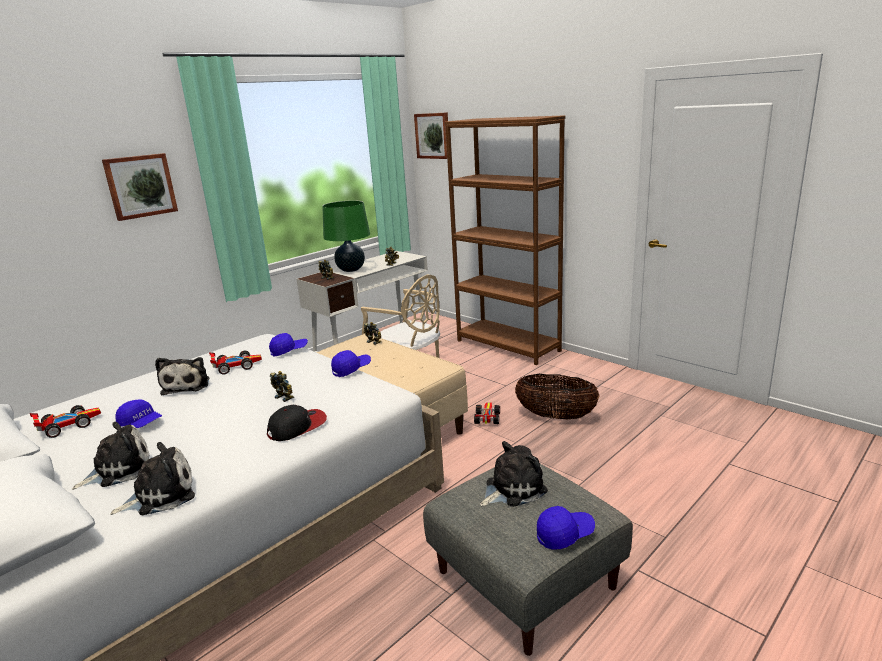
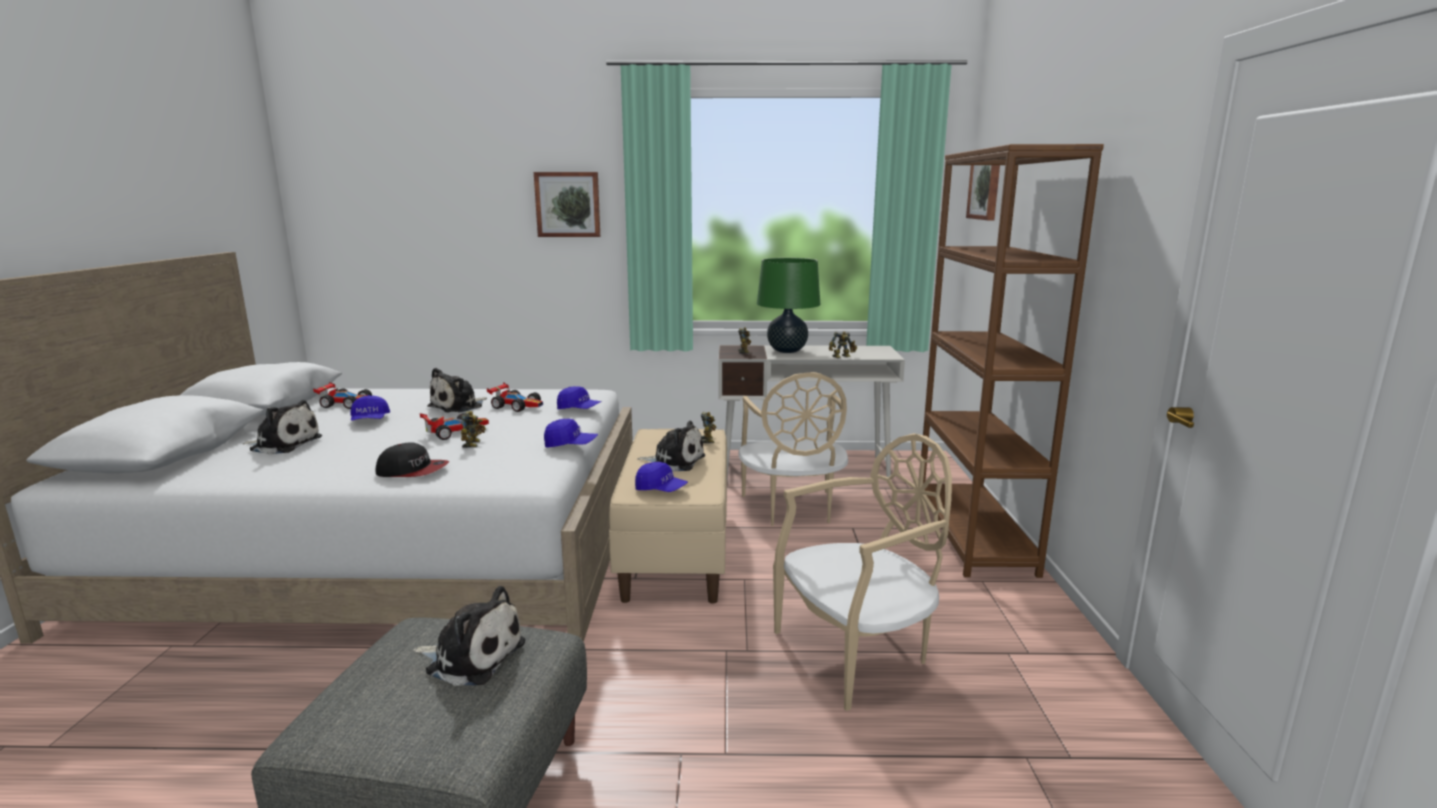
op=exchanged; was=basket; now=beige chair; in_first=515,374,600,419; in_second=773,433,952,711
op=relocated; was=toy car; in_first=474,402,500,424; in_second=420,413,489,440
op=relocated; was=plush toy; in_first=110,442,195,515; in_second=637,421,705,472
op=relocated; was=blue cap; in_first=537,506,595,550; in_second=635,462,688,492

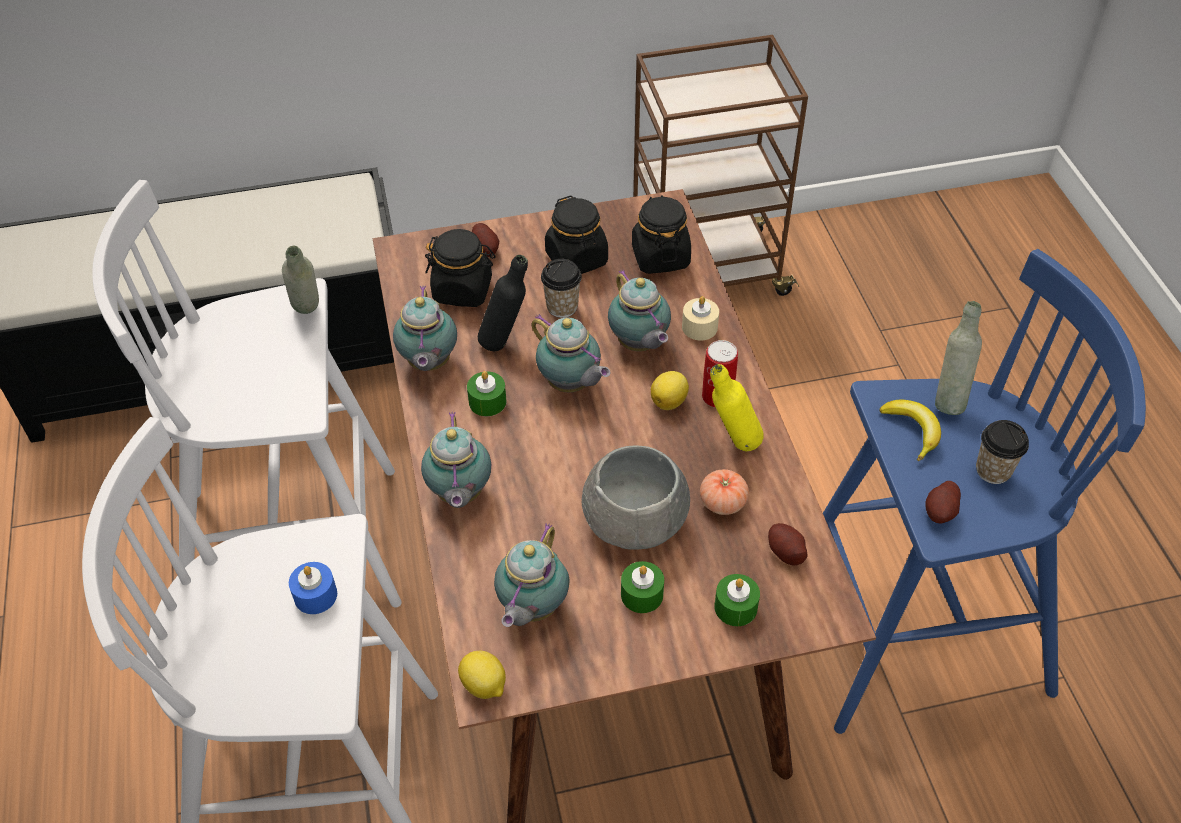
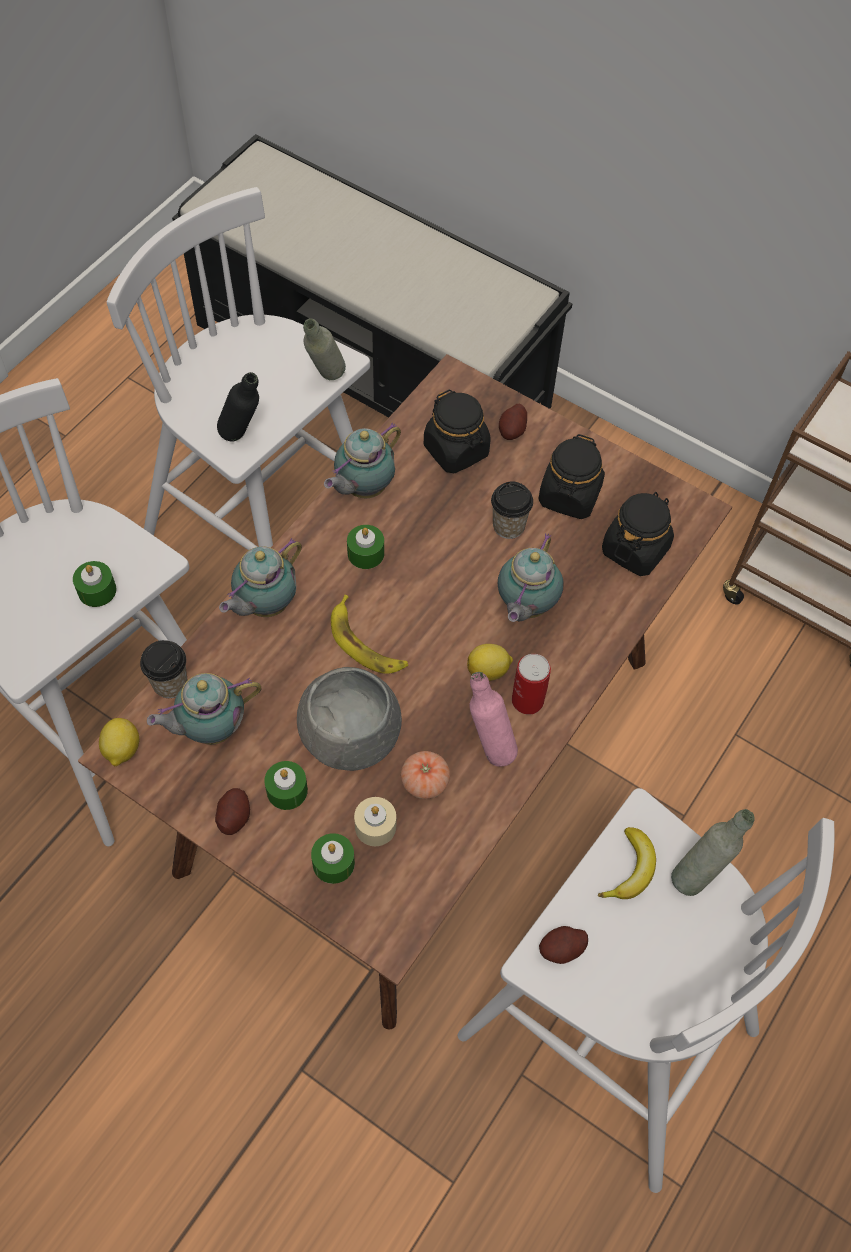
op=colour; was=blue stool; now=white stool; in_first=823,249,1146,734; in_second=458,788,834,1193
op=relocated; was=black bottle; in_first=478,255,528,351; in_second=217,372,259,442
op=relocated; was=beige candle; in_first=682,296,719,341; in_second=354,797,396,846
op=missing; was=teapot; in_first=531,314,610,392
op=colour; was=yellow bottle; now=pink bottle; in_first=710,364,764,451; in_second=470,672,518,767
op=relocated; was=cup; in_first=976,420,1029,484; in_second=140,640,188,698
op=relocated; was=potato; in_first=768,523,808,565; in_second=215,788,250,835
op=colour; was=blue candle; now=green candle; in_first=289,562,337,614; in_second=73,561,117,607
op=appeared; now=banana; in_second=331,595,408,674

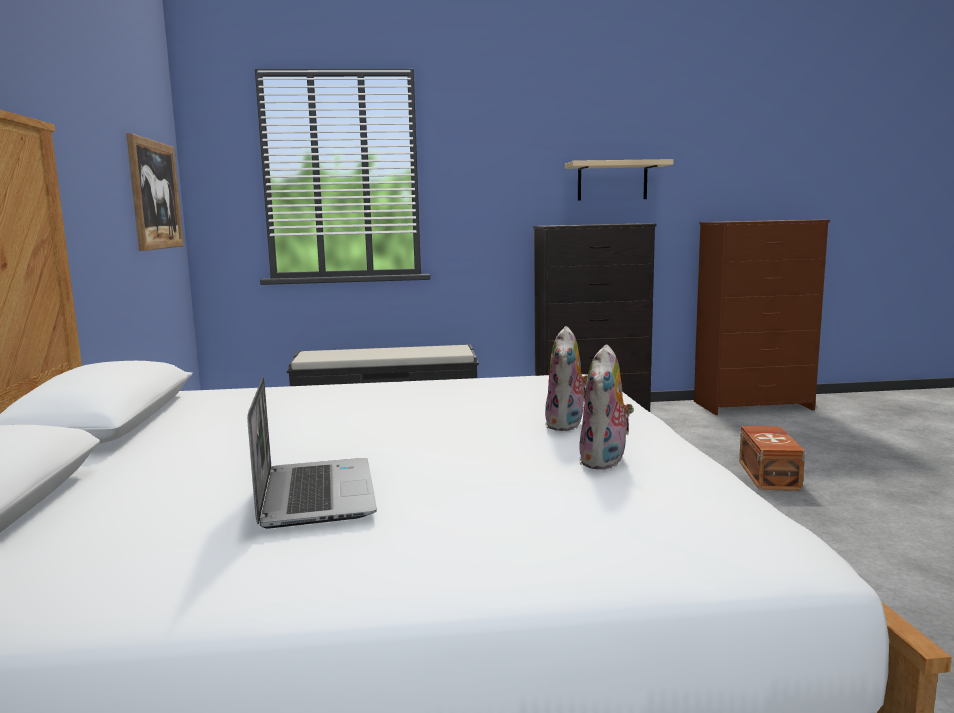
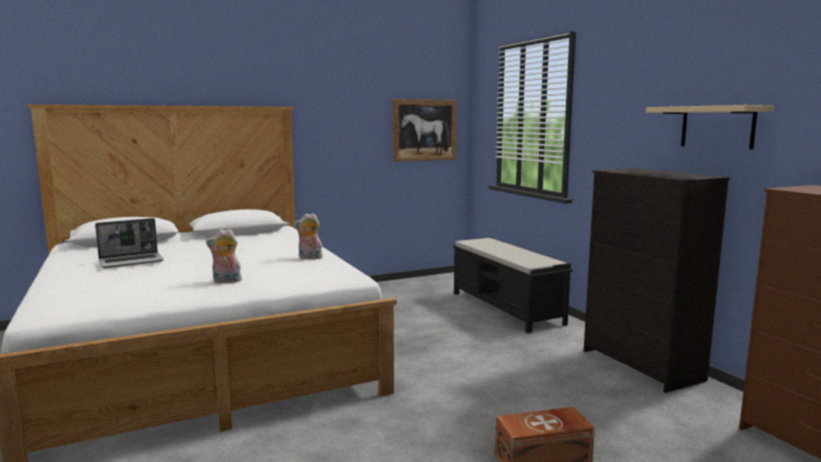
op=relocated; was=plush toy; in_first=579,344,634,470; in_second=294,213,325,259

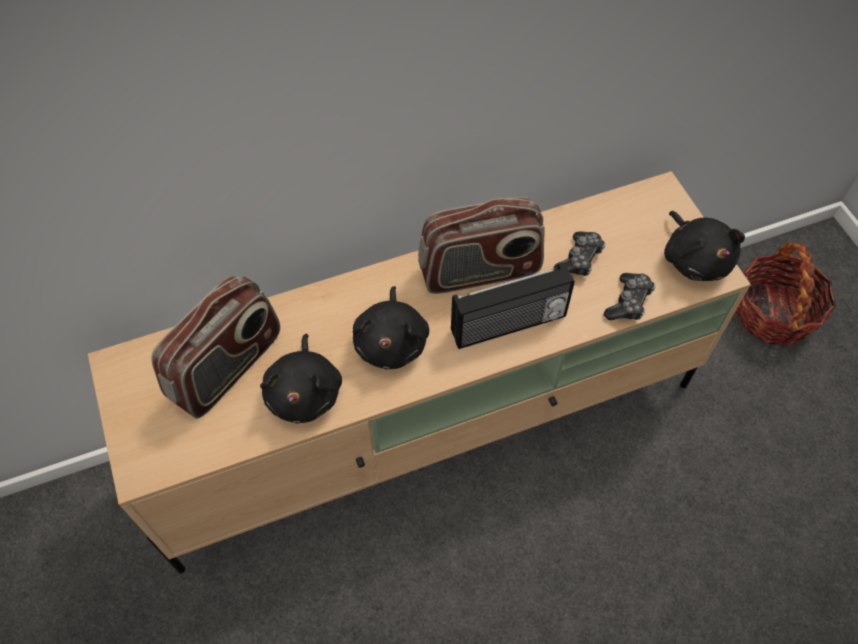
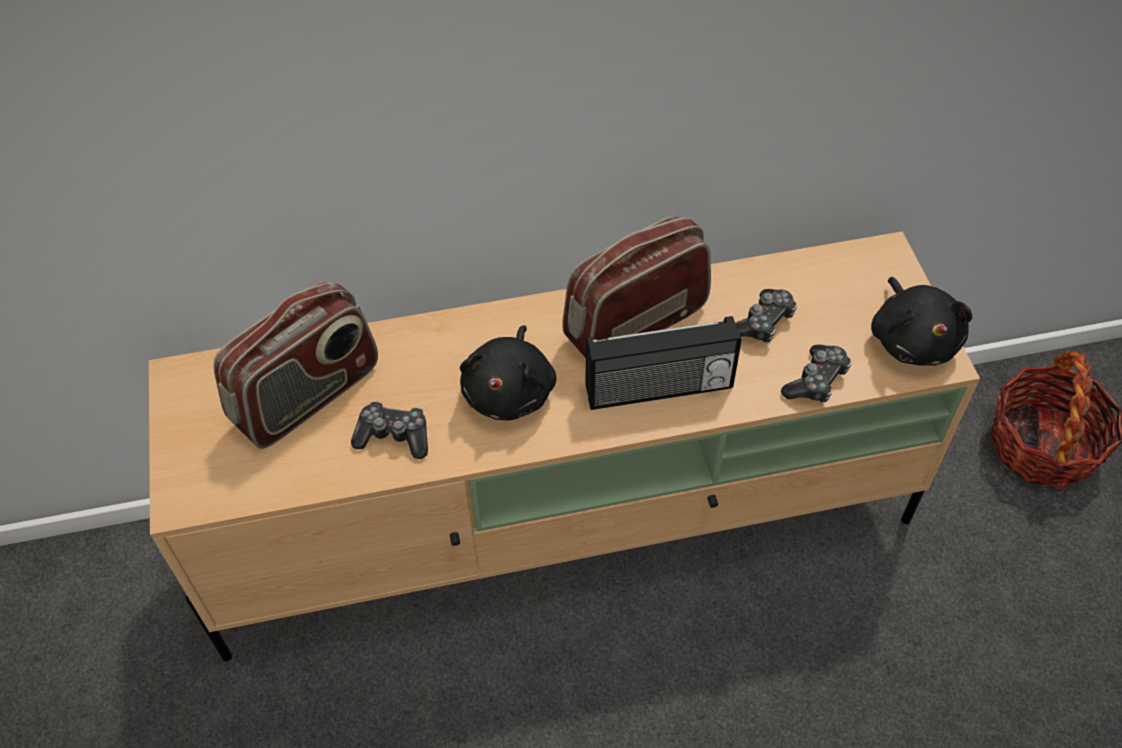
op=spun; was=radio; in_first=418,197,544,294; in_second=562,215,711,358; clockwise=150
op=exchanged; was=black plush toy; now=game controller; in_first=260,334,342,424; in_second=351,401,428,459

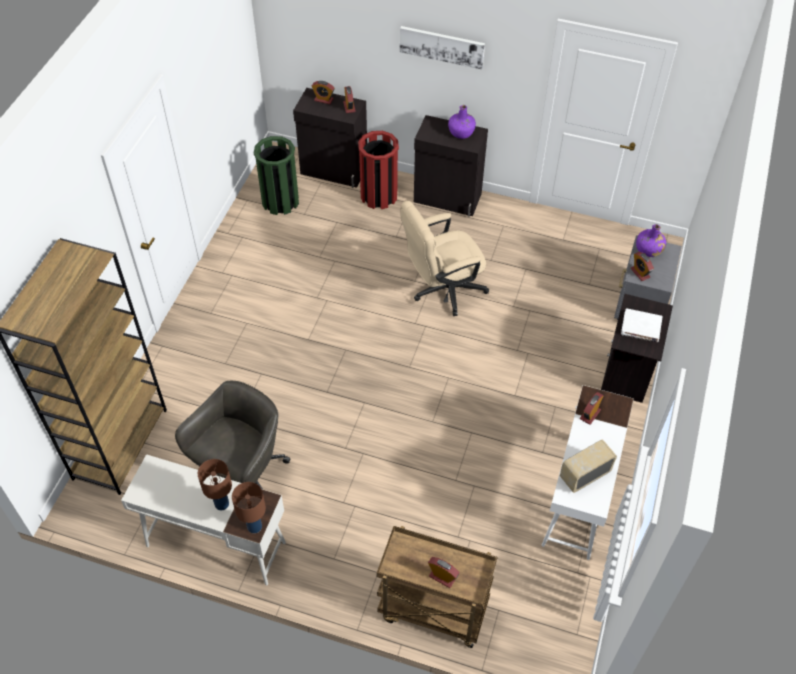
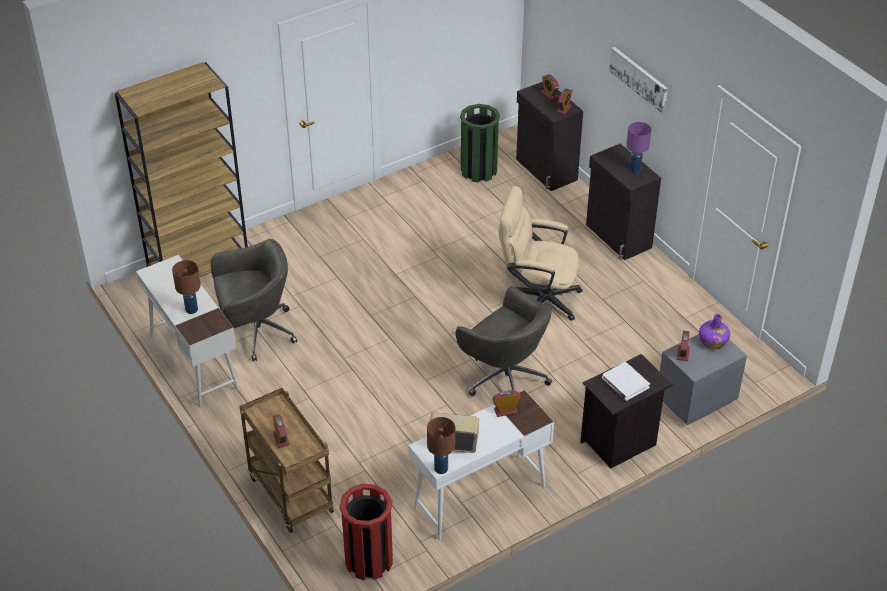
op=exchanged; was=purple bottle; now=purple table lamp; in_first=448,105,476,139; in_second=626,122,651,173
op=relocated; was=red trash can; in_first=358,131,399,209; in_second=339,484,393,580
op=relocated; was=brown table lamp; in_first=232,482,266,533; in_second=427,417,455,474
op=appeared; now=grey office chair; in_second=456,287,552,397

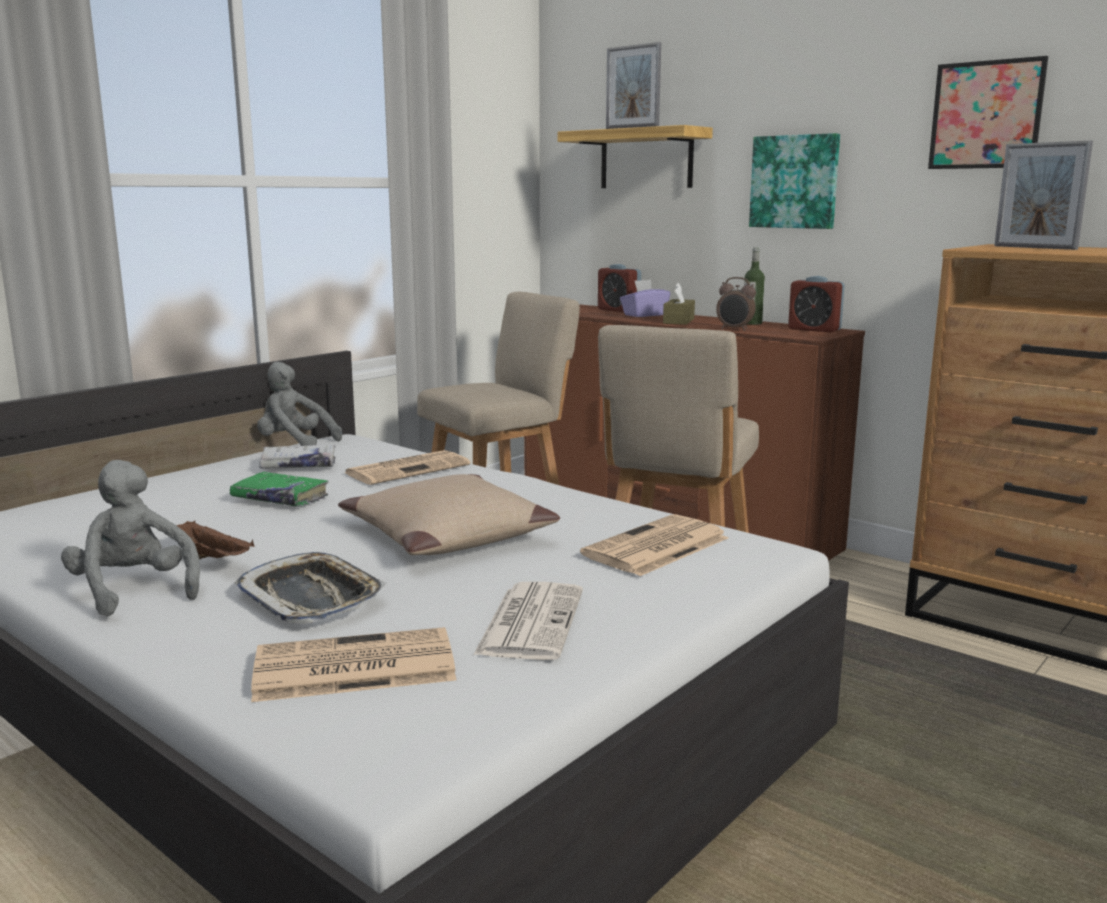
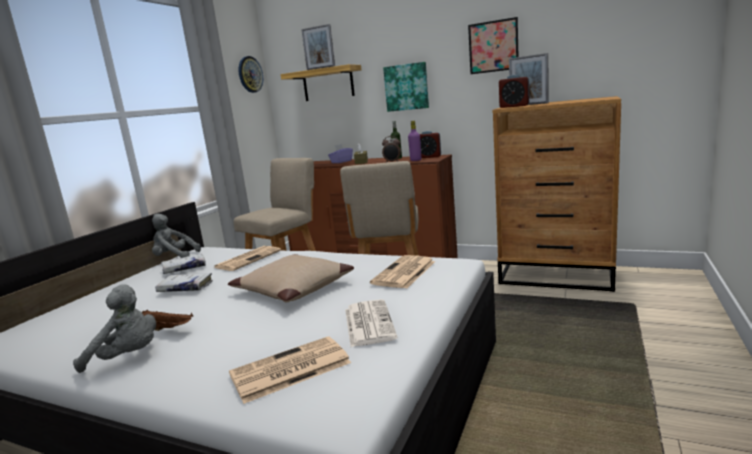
op=relocated; was=alarm clock; in_first=598,264,641,312; in_second=499,75,529,108
op=spun; was=grey plush toy; in_first=61,460,200,616; in_second=73,284,156,373; clockwise=150
op=colour; was=green book; now=white book; in_first=230,472,329,507; in_second=155,273,213,292
op=missing; was=tray; in_first=235,552,386,624
op=appeared; now=wall clock; in_second=238,56,263,93
op=appeared; now=purple bottle; in_second=408,121,421,161

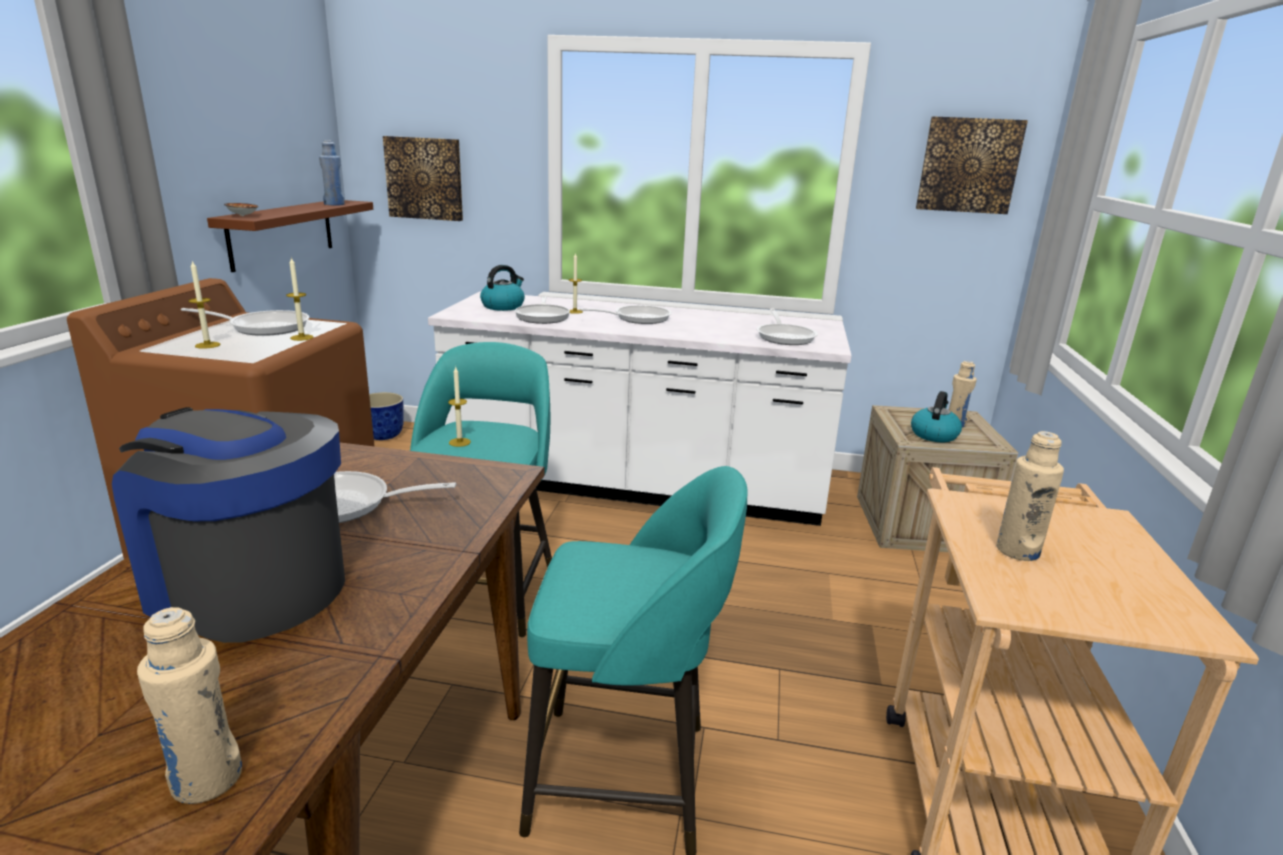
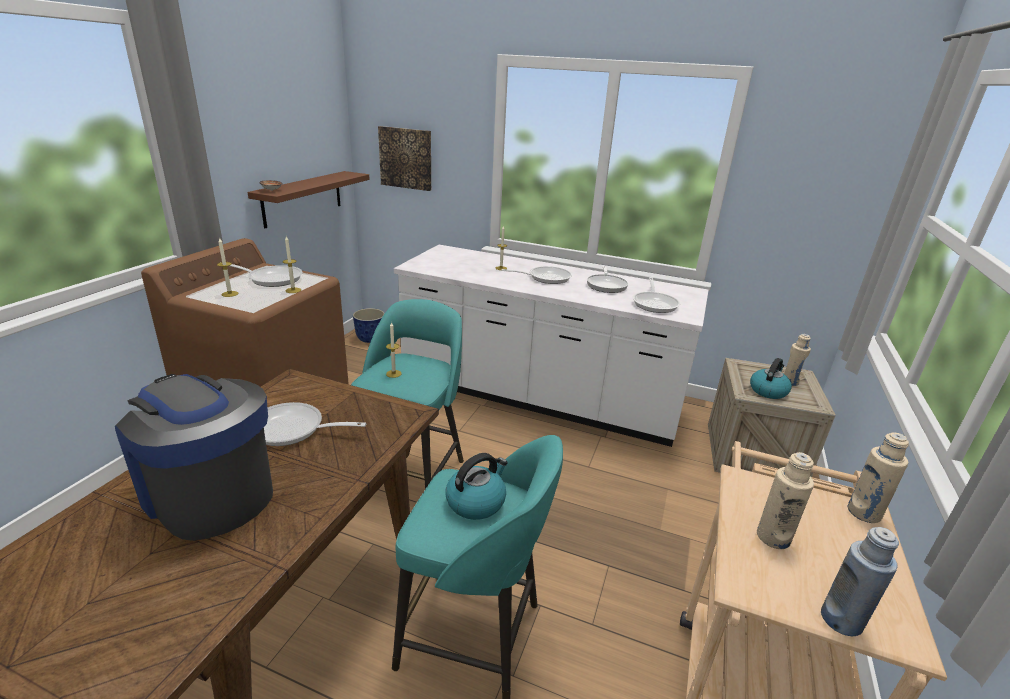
op=missing; was=picture; in_first=916,117,1028,214
op=relocated; was=blue bottle; in_first=319,140,345,206; in_second=821,527,899,636
op=relocated; was=kettle; in_first=480,265,525,311; in_second=446,453,507,520
op=relocated; was=frying pan; in_first=515,297,570,324; in_second=587,266,628,293
op=relocated; was=beige bottle; in_first=137,607,242,804; in_second=847,432,909,523

